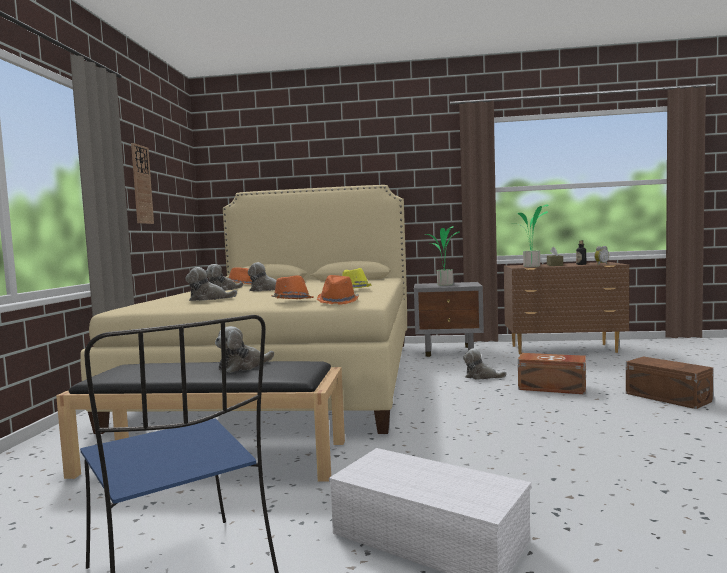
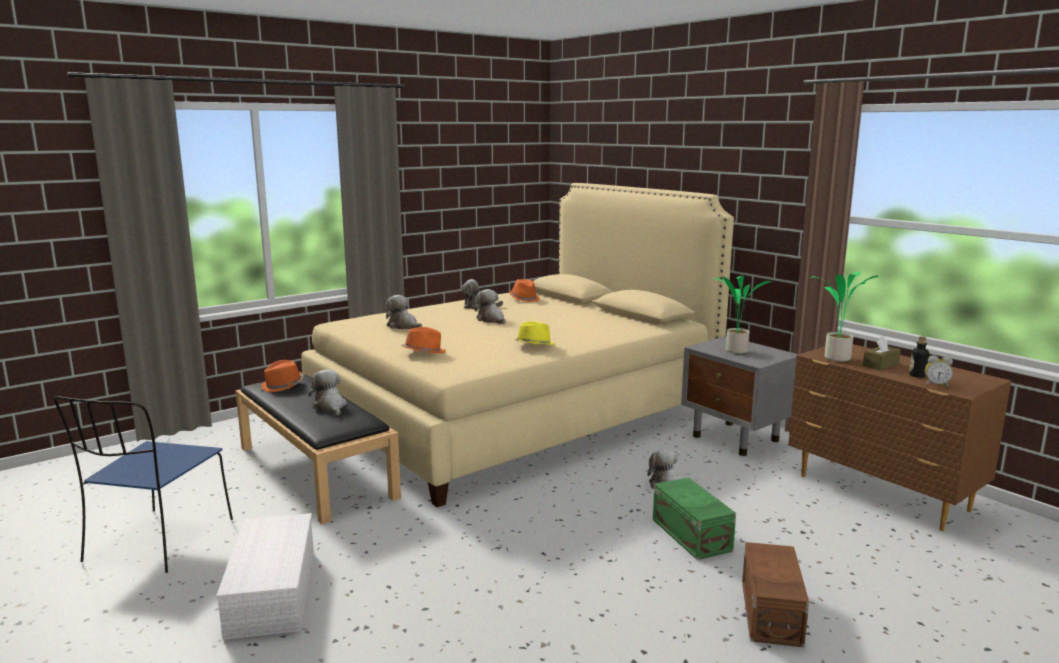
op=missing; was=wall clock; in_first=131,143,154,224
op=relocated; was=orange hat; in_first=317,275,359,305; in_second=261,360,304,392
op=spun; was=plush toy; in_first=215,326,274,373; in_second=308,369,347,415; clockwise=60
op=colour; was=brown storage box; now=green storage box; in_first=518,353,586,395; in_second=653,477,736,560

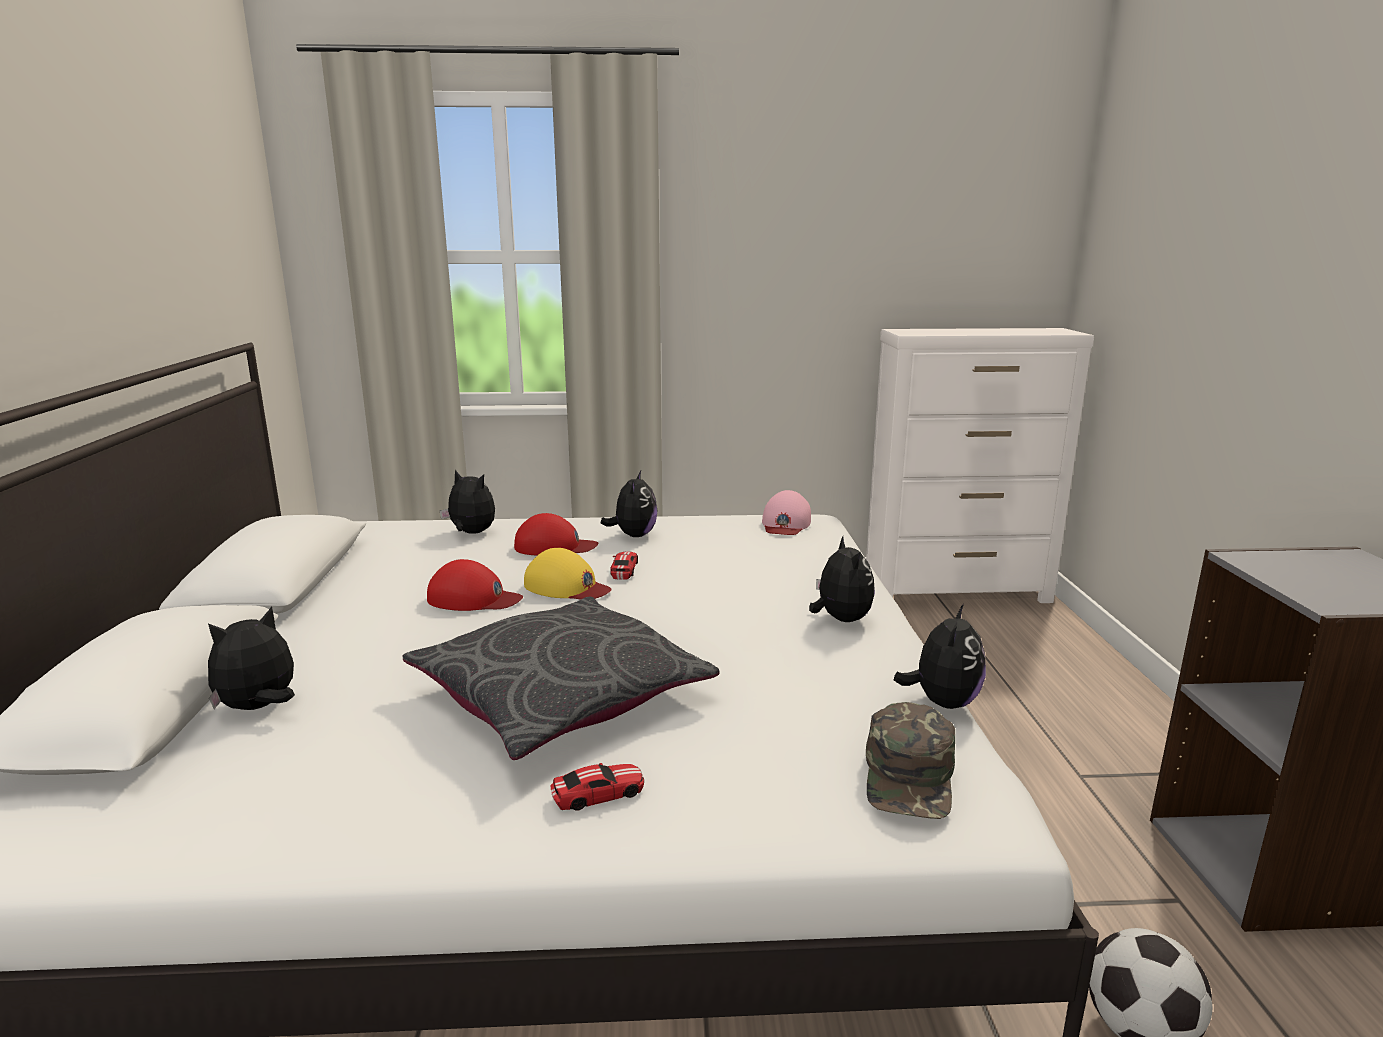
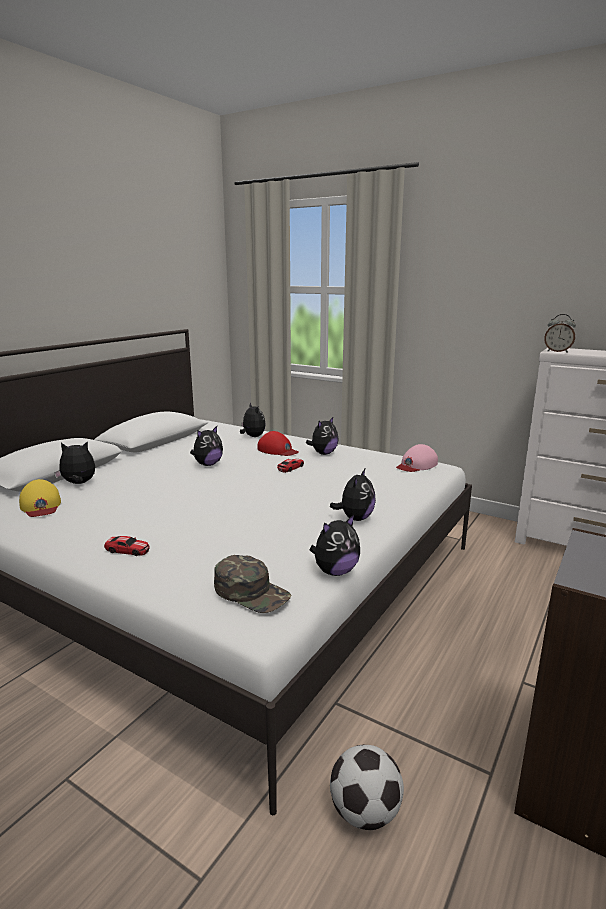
op=relocated; was=yellow cap; in_first=524,548,612,599; in_second=19,479,61,517
op=exchanged; was=red cap; now=plush toy; in_first=427,559,523,611; in_second=190,426,223,466
op=missing; was=grey pillow; in_first=403,596,720,760
op=spun; was=green cap; in_first=866,702,955,819; in_second=214,555,291,613; clockwise=-105
op=appeared; now=alarm clock; in_second=544,314,576,353

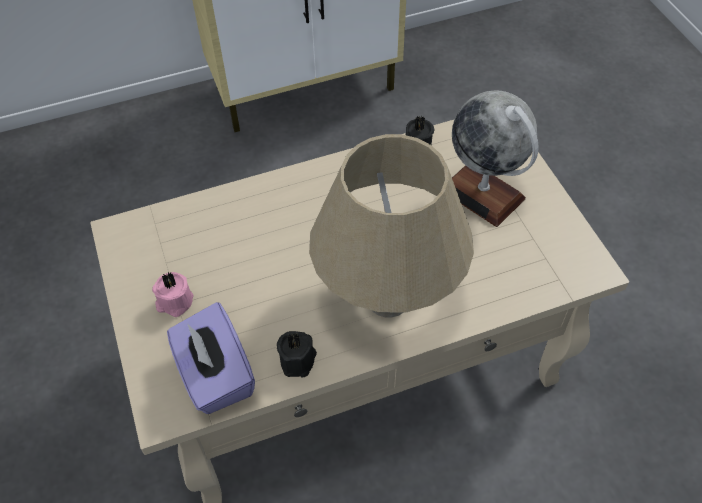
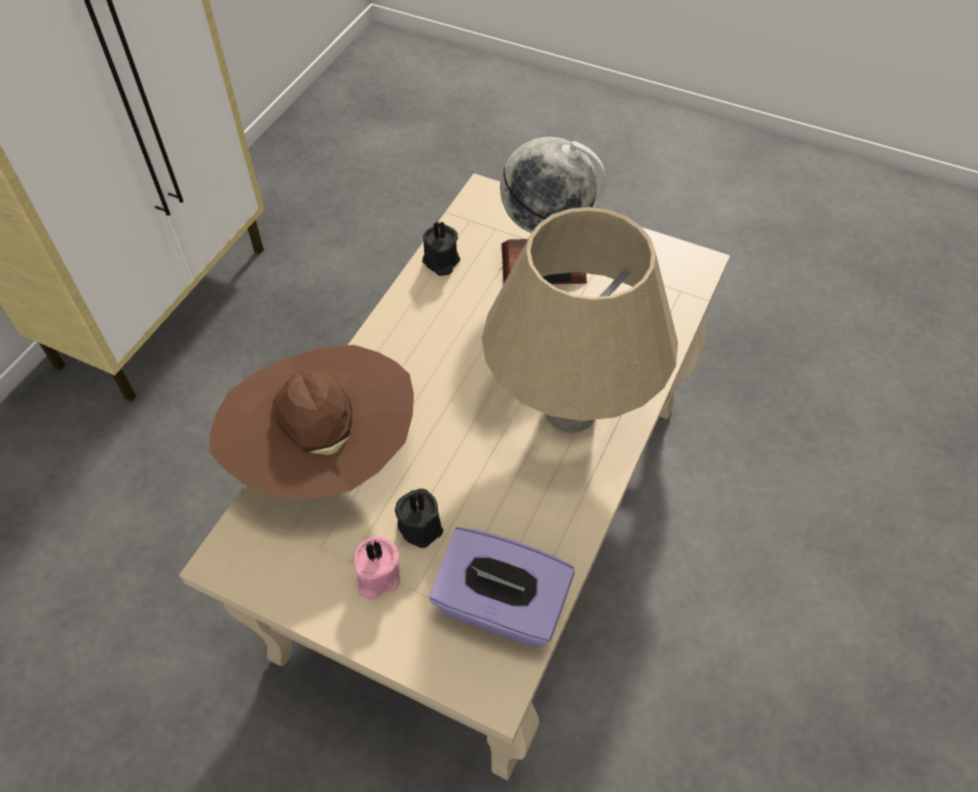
op=relocated; was=black candle; in_first=277,331,317,377; in_second=395,489,443,548
op=appeared; now=brown hat; in_second=209,345,414,499

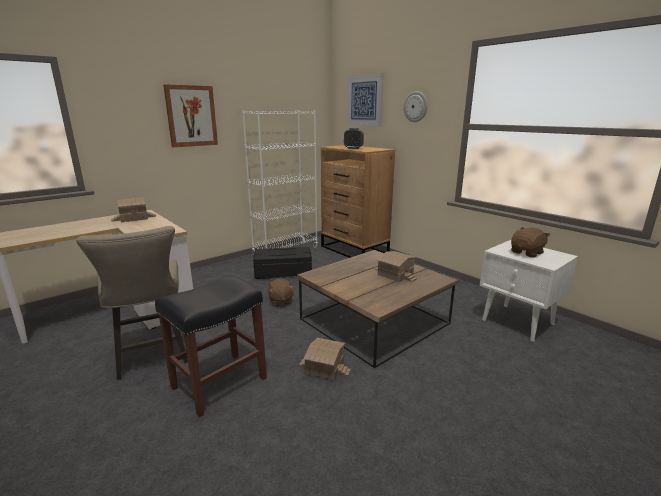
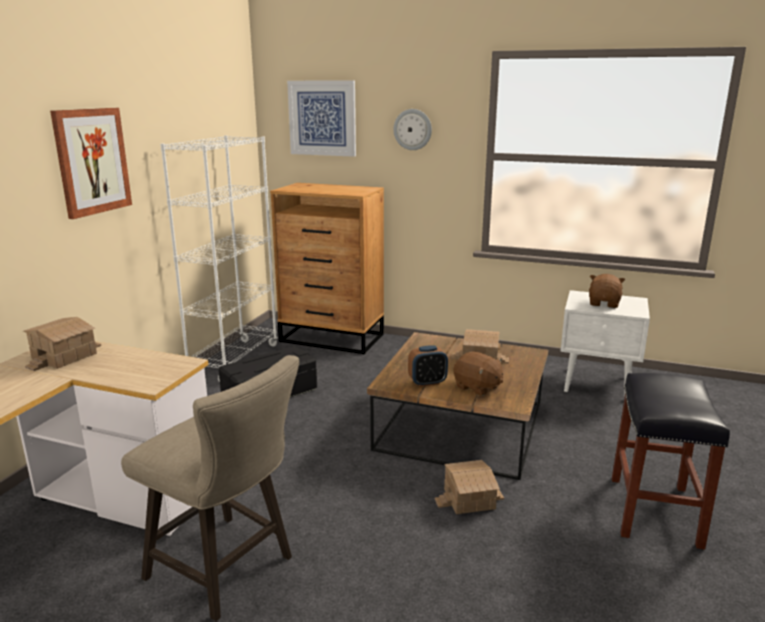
op=relocated; was=alarm clock; in_first=344,128,364,149; in_second=408,345,448,387
op=relocated; was=black stool; in_first=155,275,267,417; in_second=612,373,730,550
op=relocated; was=brown plush toy; in_first=268,279,294,306; in_second=454,351,503,396

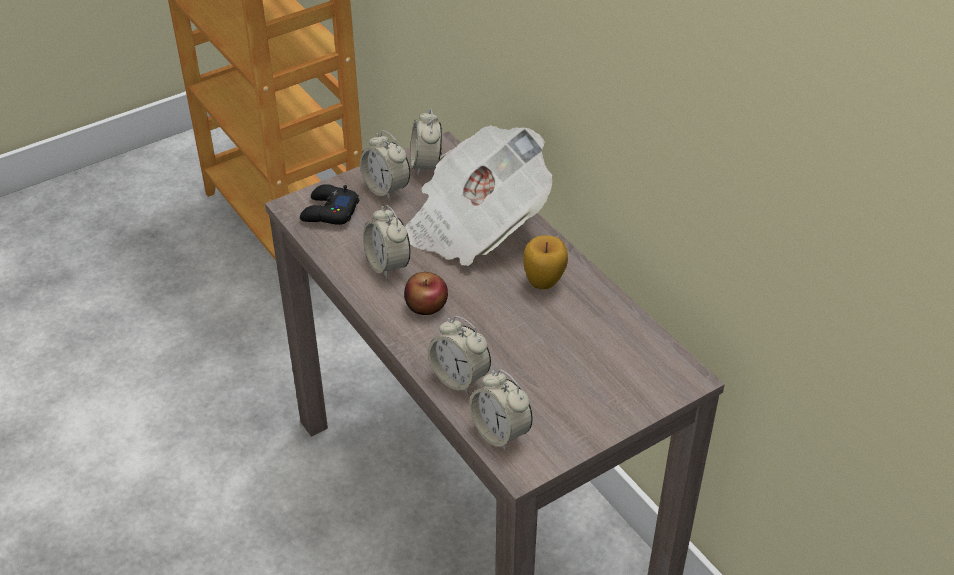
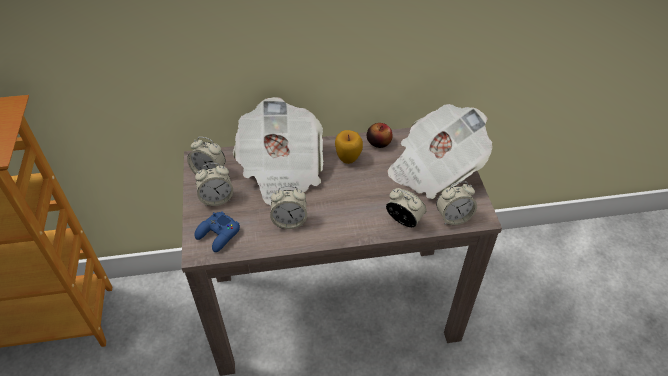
op=colour; was=black game controller; now=blue game controller; in_first=300,184,359,225; in_second=195,212,240,252
op=relocated; was=apple; in_first=404,272,448,315; in_second=367,123,393,148
op=spun; was=alarm clock; in_first=428,316,491,394; in_second=386,188,427,227; clockwise=-120
op=appeared; now=newspaper; in_second=388,104,492,199

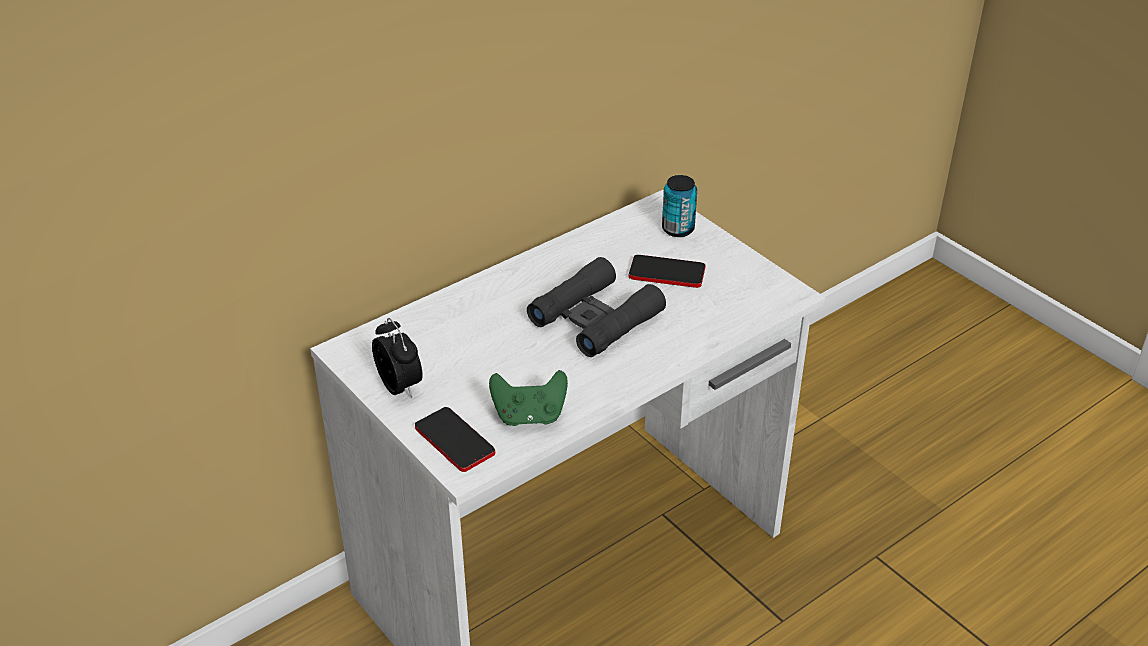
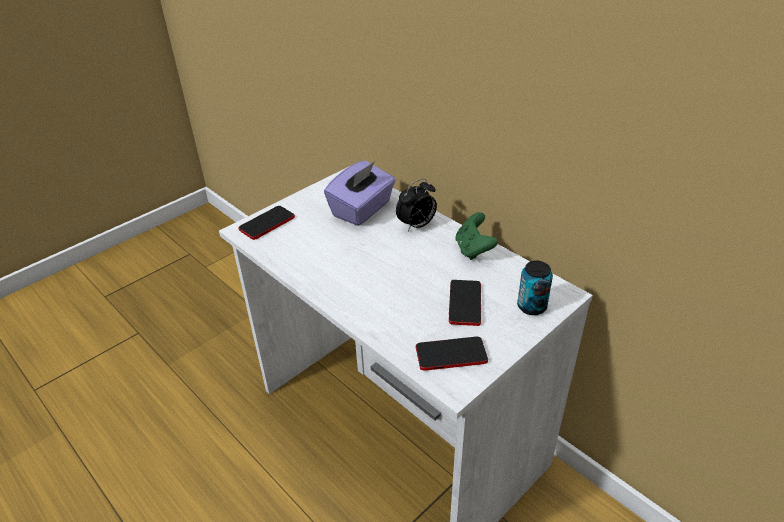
op=missing; was=black binoculars; in_first=527,257,666,357
op=relocated; was=alarm clock; in_first=372,318,423,397; in_second=396,178,437,231
op=relocated; was=green game controller; in_first=489,370,568,426; in_second=455,212,498,260
op=appeared; now=purple tissue box; in_second=324,160,396,226
op=appeared; now=phone; in_second=416,337,488,371

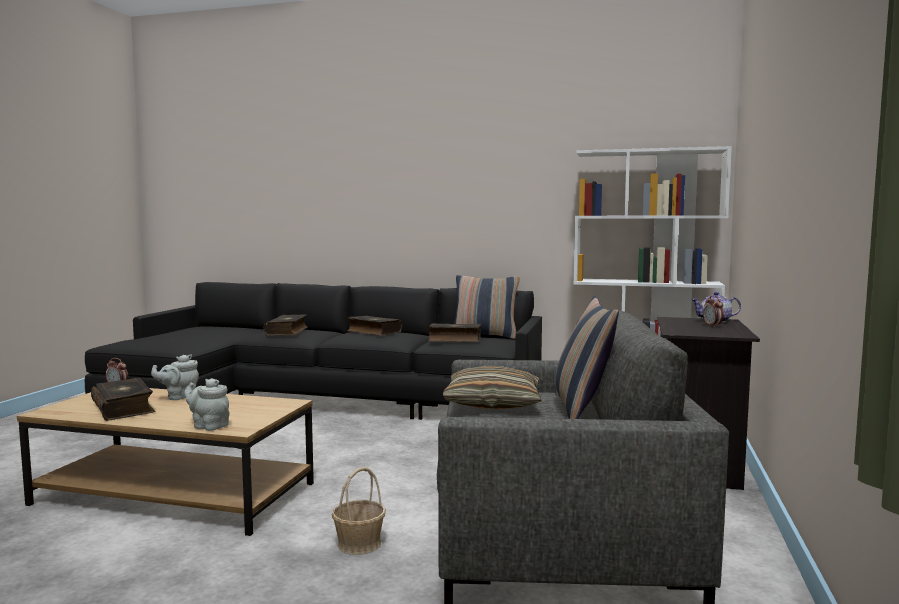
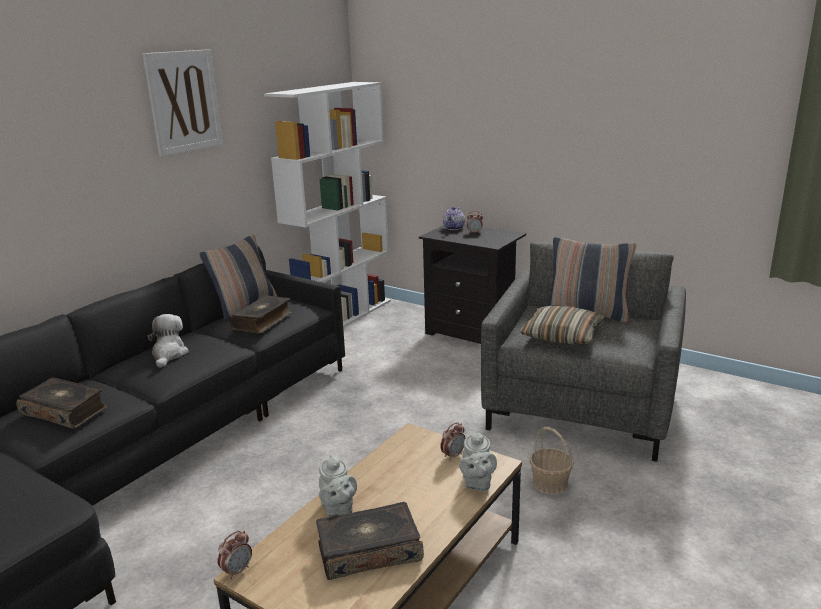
op=exchanged; was=book; now=plush toy; in_first=348,316,402,336; in_second=147,314,189,368
op=spun; was=grey teapot; in_first=184,378,230,431; in_second=459,430,497,491; clockwise=-45
op=appeared; now=picture; in_second=143,49,223,157
op=appeared; now=alarm clock; in_second=440,422,465,460

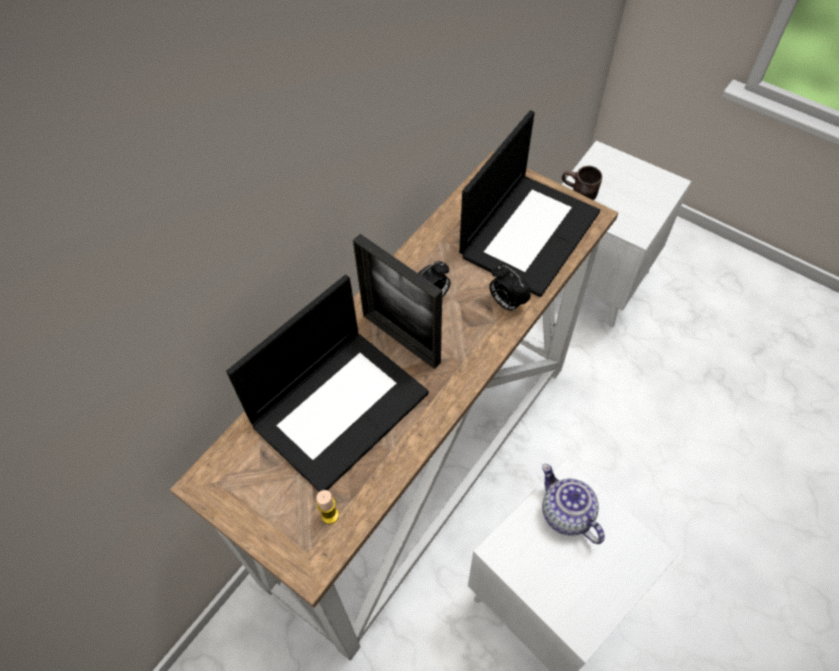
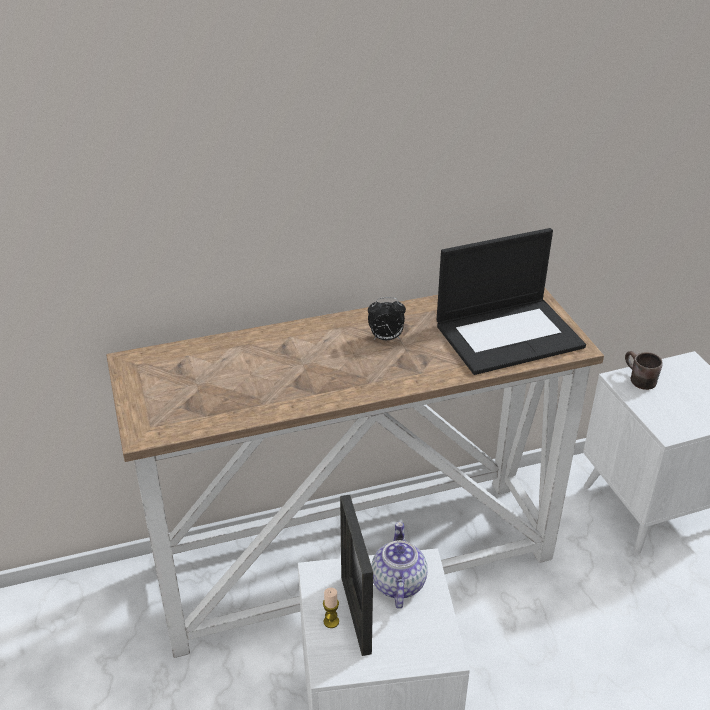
op=relocated; was=picture frame; in_first=353,234,442,369; in_second=340,495,373,656
op=missing; was=alarm clock; in_first=489,265,531,313
op=missing; was=laptop; in_first=226,275,429,492
op=relocated; was=candle; in_first=316,490,339,524; in_second=323,588,339,628

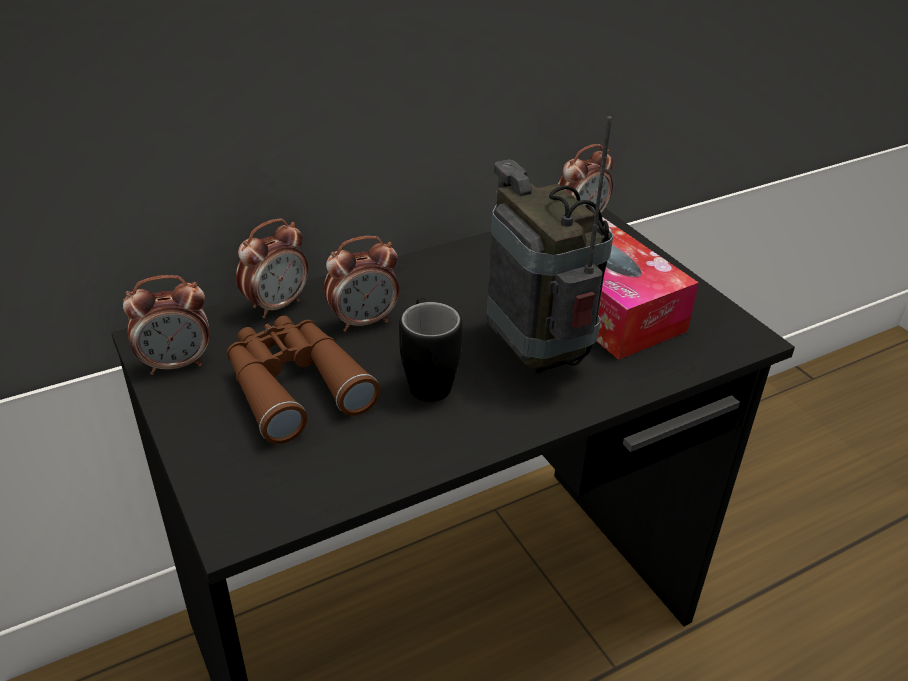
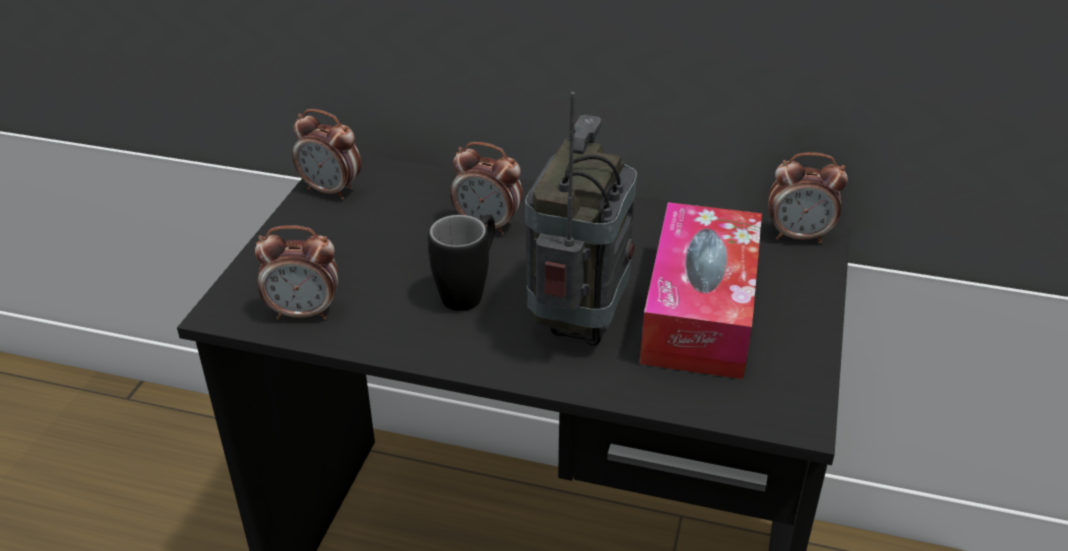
op=relocated; was=alarm clock; in_first=236,218,308,318; in_second=255,225,338,320
op=missing; was=brown binoculars; in_first=227,316,380,444

